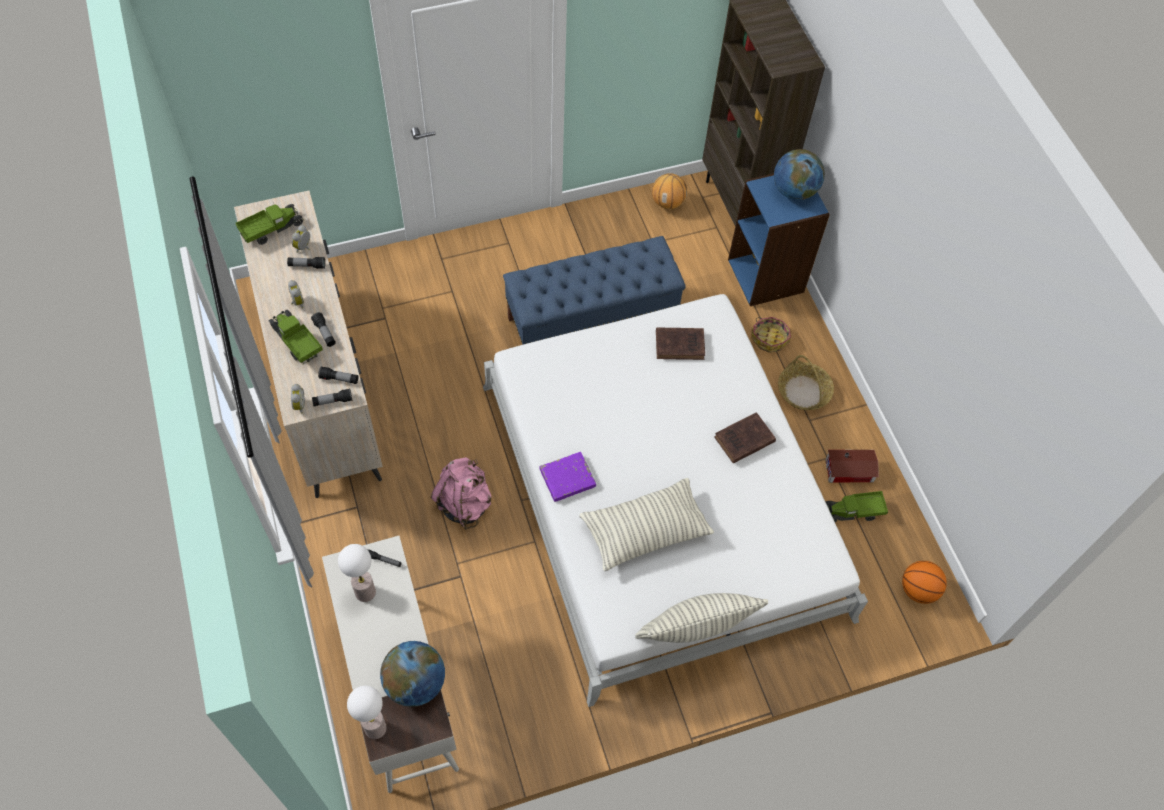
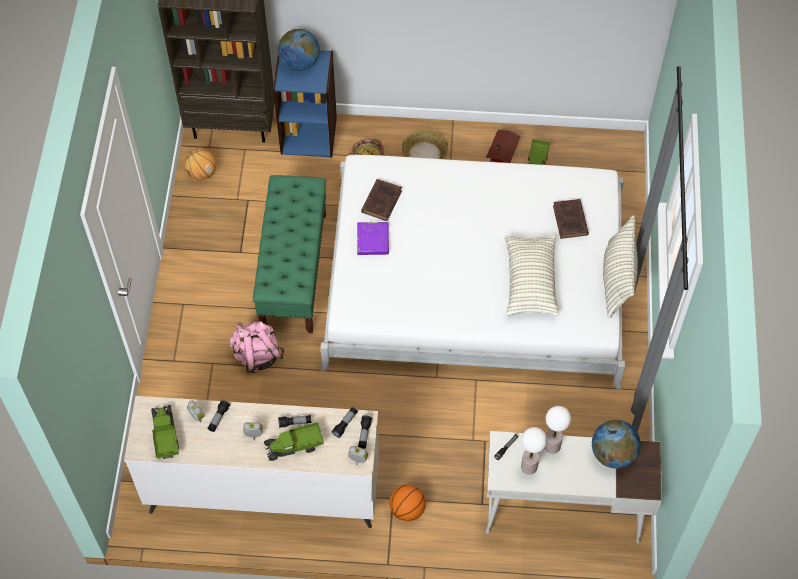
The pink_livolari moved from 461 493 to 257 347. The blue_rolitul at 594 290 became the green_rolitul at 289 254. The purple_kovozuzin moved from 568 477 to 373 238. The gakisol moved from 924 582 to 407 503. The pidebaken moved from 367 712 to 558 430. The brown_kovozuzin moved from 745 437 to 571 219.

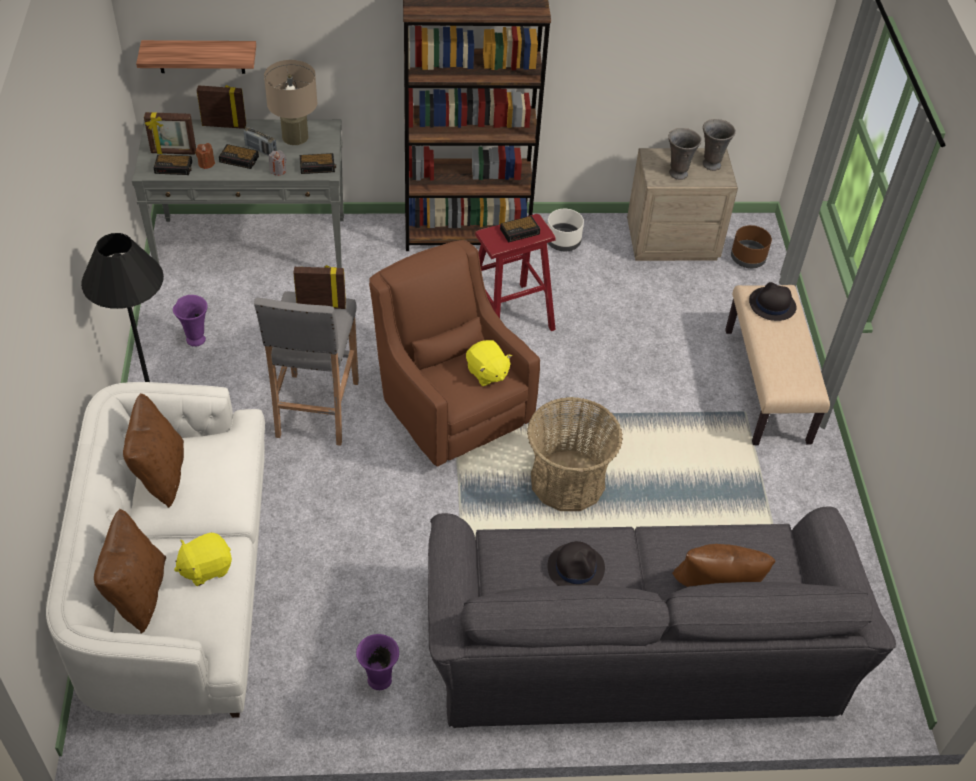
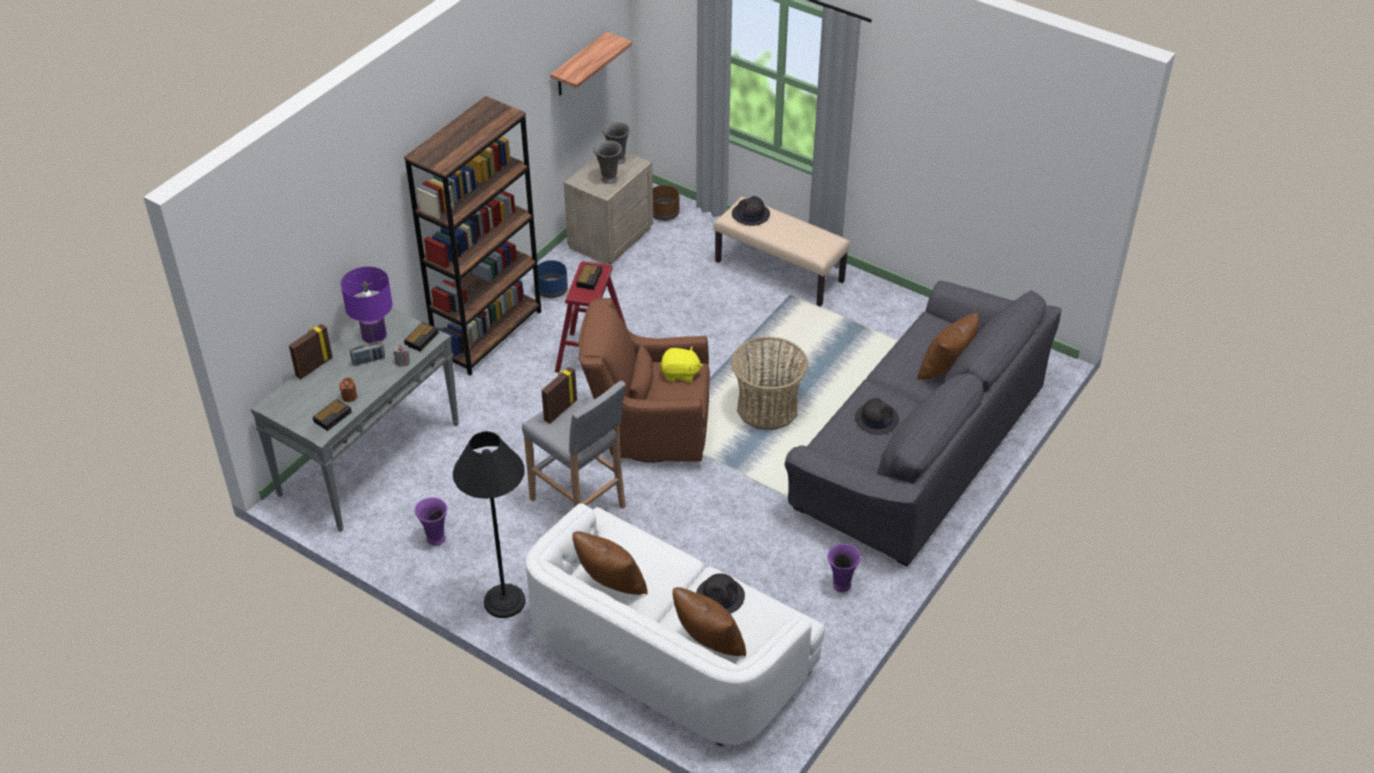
The beige_pidebaken at 290 102 became the purple_pidebaken at 367 305. The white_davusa at 565 230 became the blue_davusa at 553 279. The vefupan moved from 196 57 to 591 64. The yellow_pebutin at 203 559 was replaced by the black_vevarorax at 720 593. The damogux at 170 133 disappeared. The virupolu at 239 156 disappeared.

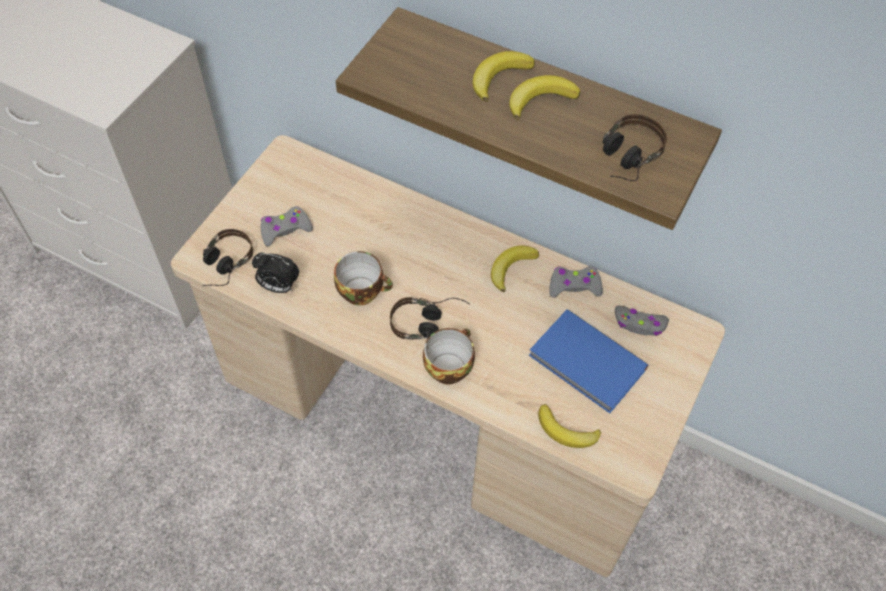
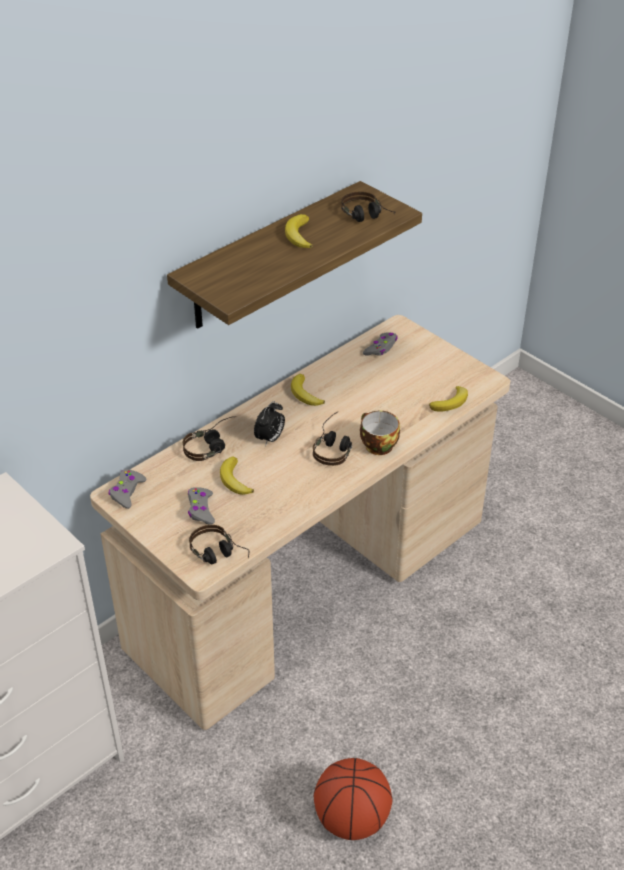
The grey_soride moved from 576 282 to 127 489. The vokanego at 210 438 appeared. The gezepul moved from 503 76 to 237 476. The virupolu moved from 275 273 to 269 423. The gakisol at 353 799 appeared. The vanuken at 363 278 disappeared. The blue_kovozuzin at 589 361 disappeared.

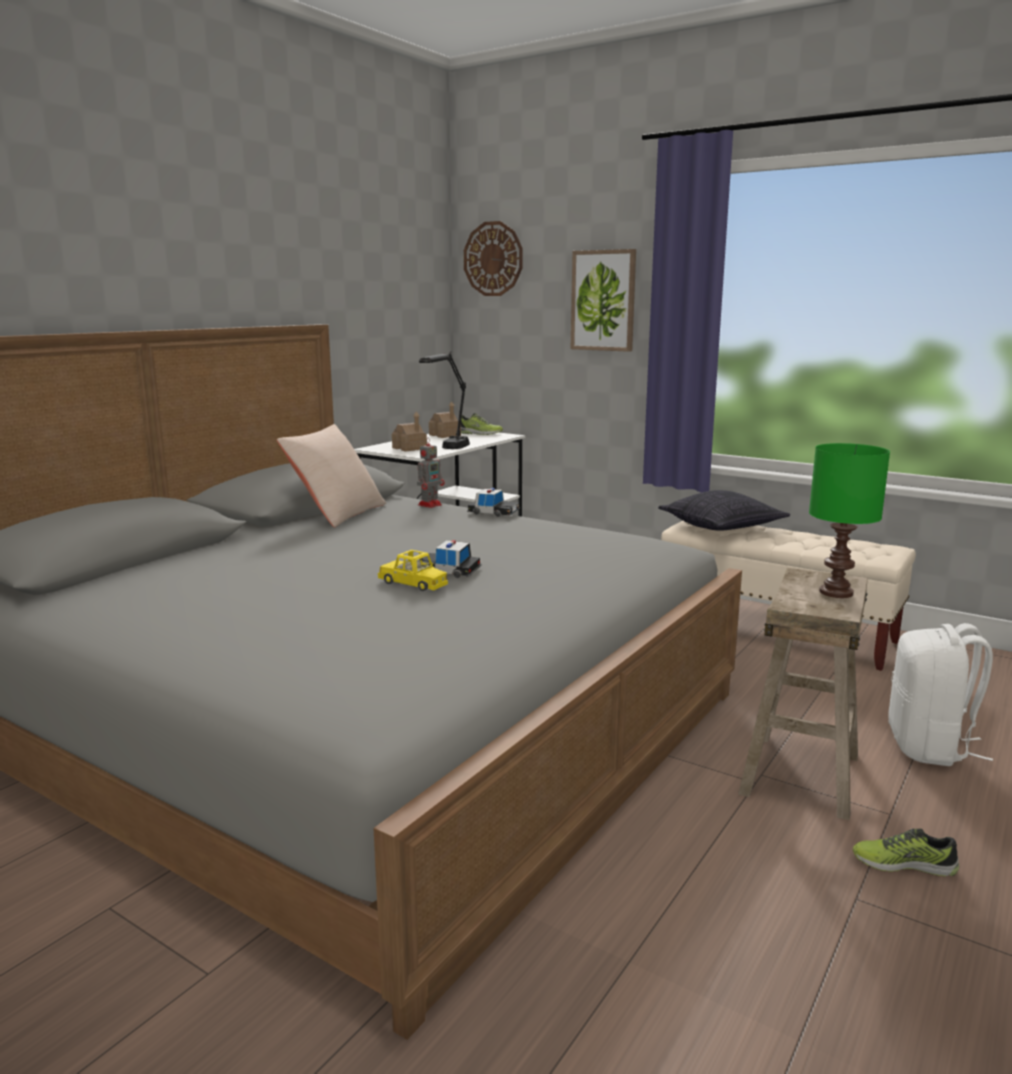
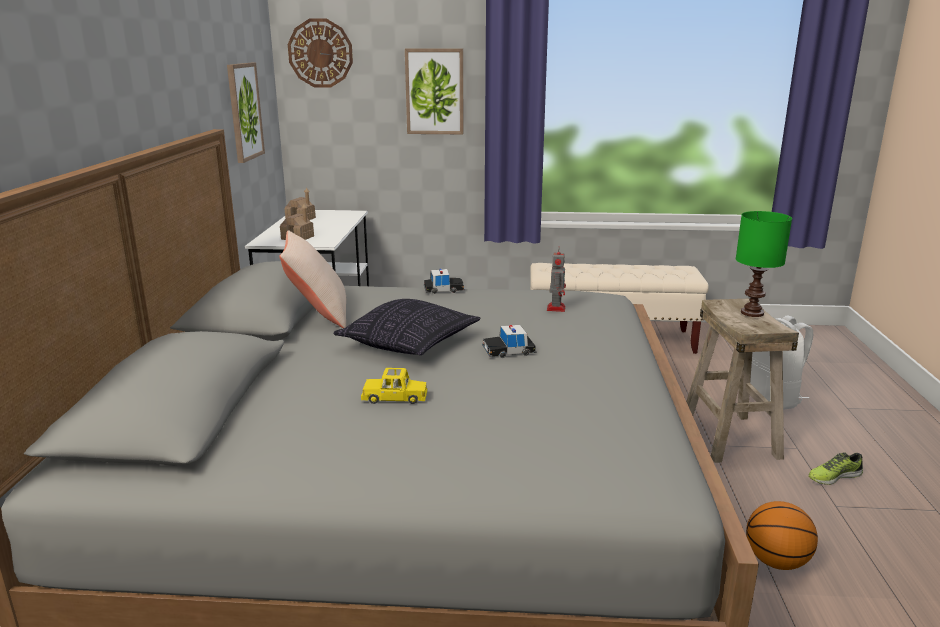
The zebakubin at 246 113 appeared. The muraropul moved from 724 510 to 407 327. The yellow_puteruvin moved from 413 570 to 394 386. The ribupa moved from 431 472 to 556 282. The gakisol at 782 535 appeared. The black_pidebaken at 444 400 disappeared. The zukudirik at 482 424 disappeared.

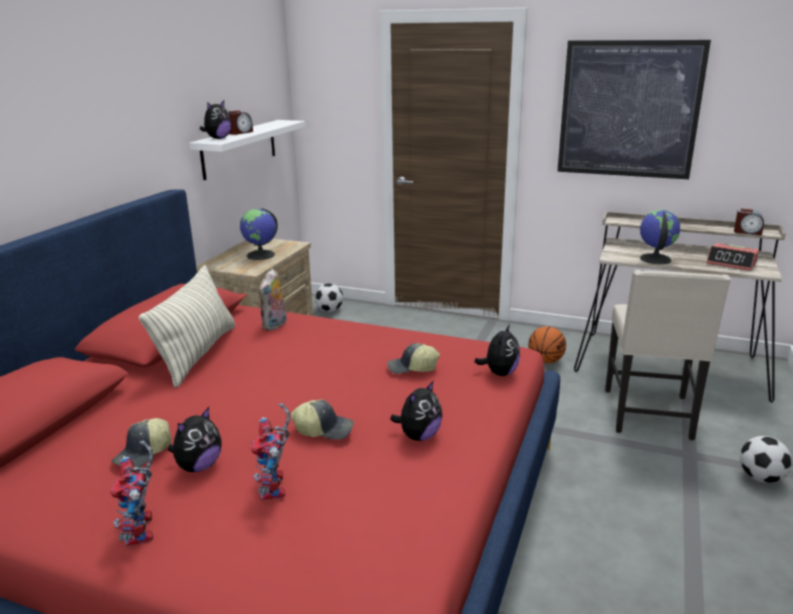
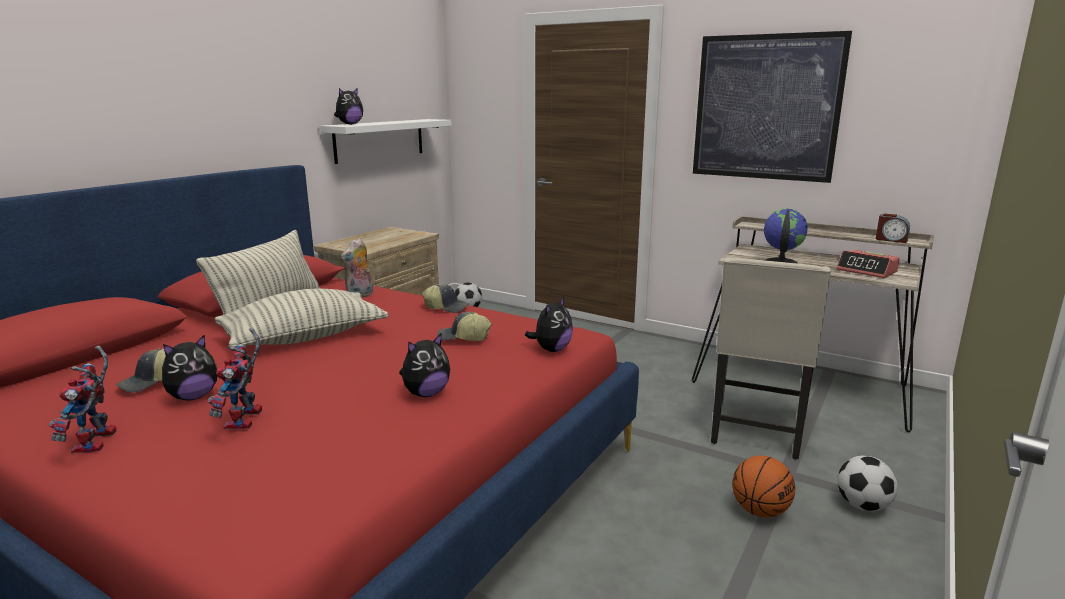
The muraropul at 302 318 appeared. The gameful moved from 322 420 to 445 298. The gakisol moved from 547 344 to 763 487. The virupolu at 240 123 disappeared. The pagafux at 259 234 disappeared.

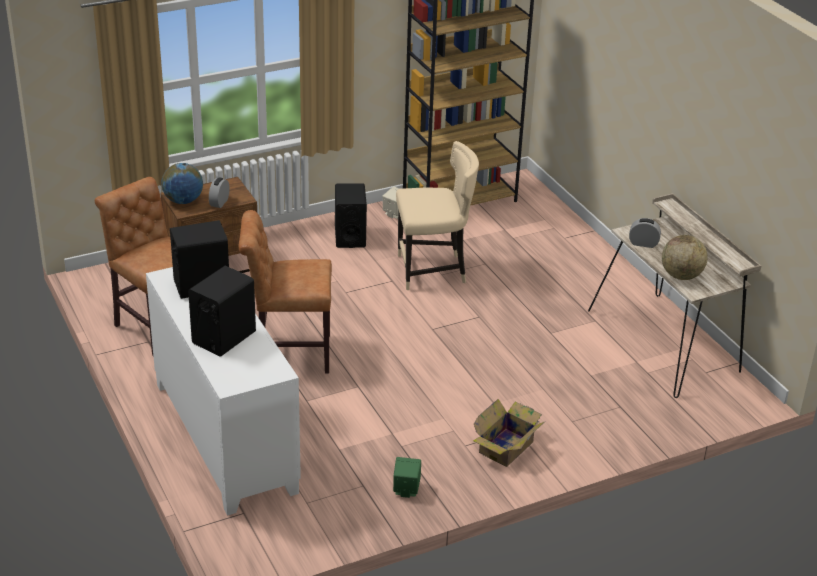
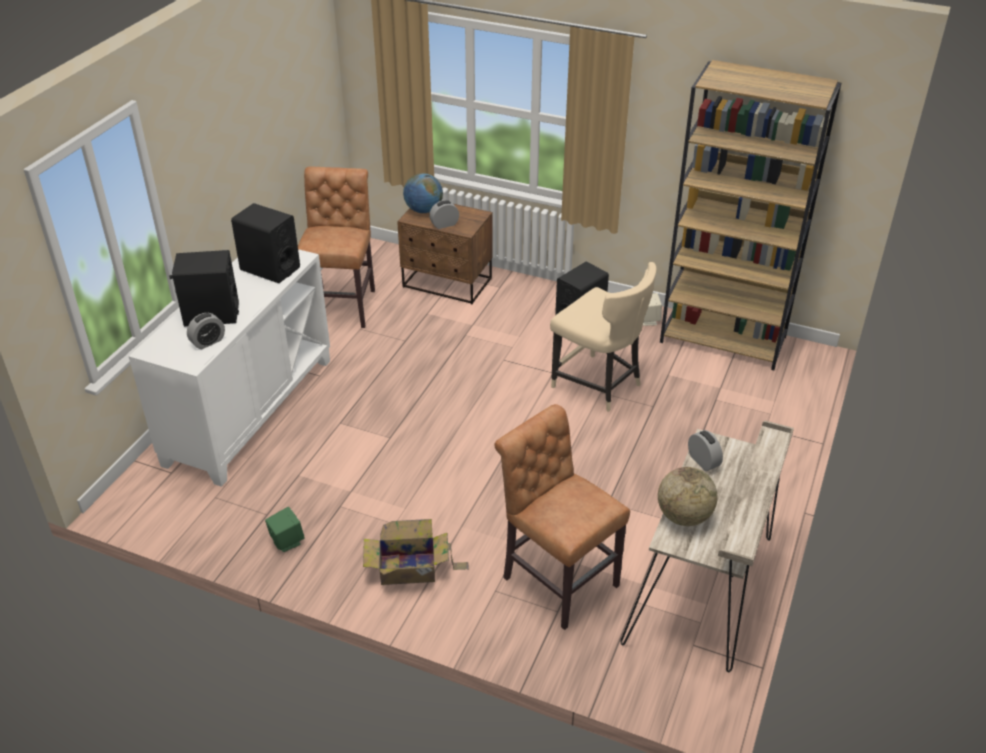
The virupolu at 206 331 appeared. The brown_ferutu moved from 285 292 to 562 517.

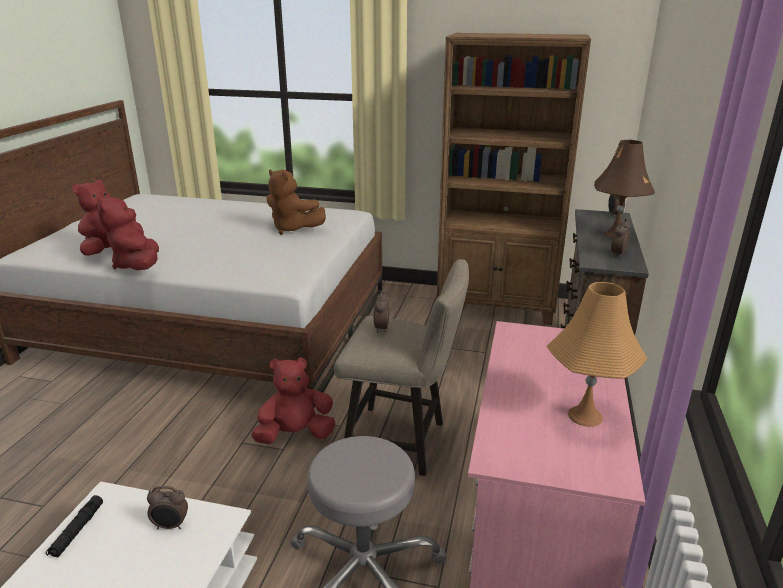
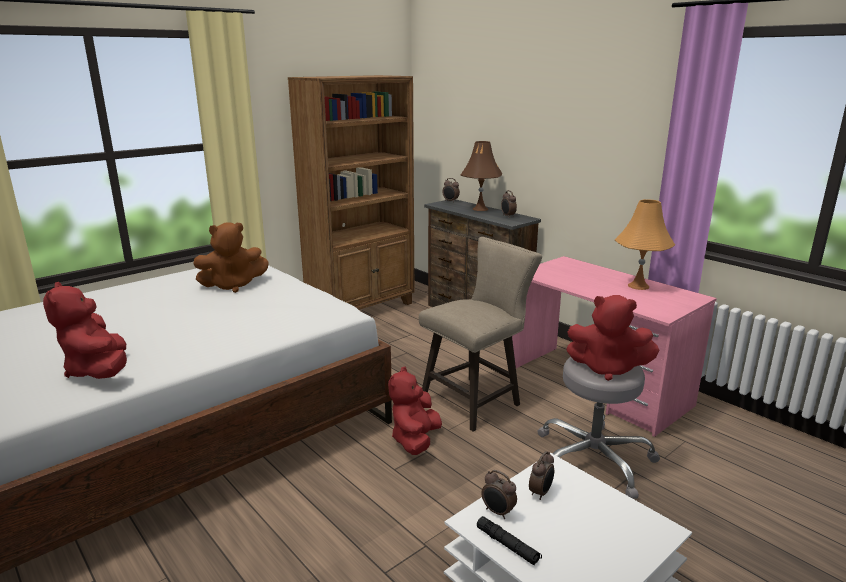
The virupolu moved from 381 312 to 499 494. The red_pebutin moved from 128 232 to 612 338.

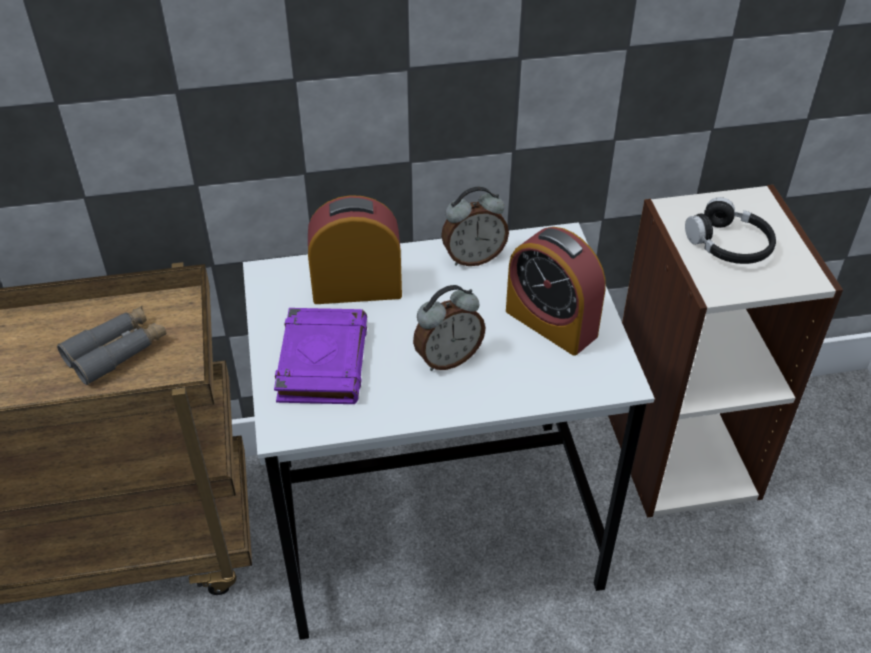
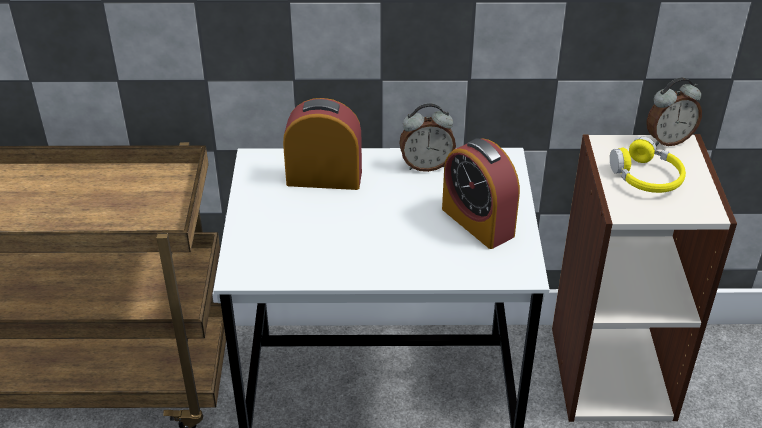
The black_vokanego at 730 230 became the yellow_vokanego at 648 164. The virupolu moved from 449 328 to 674 112. The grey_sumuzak at 111 345 disappeared. The purple_kovozuzin at 320 356 disappeared.

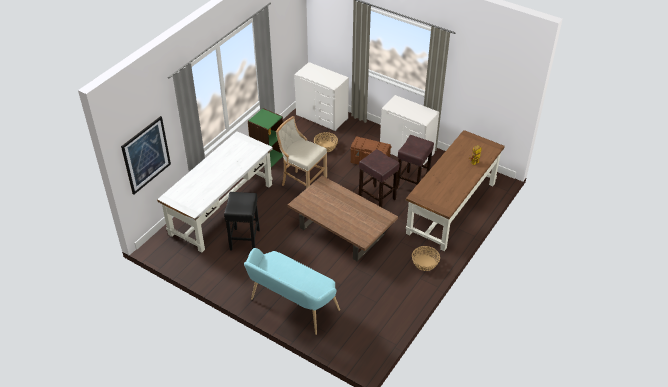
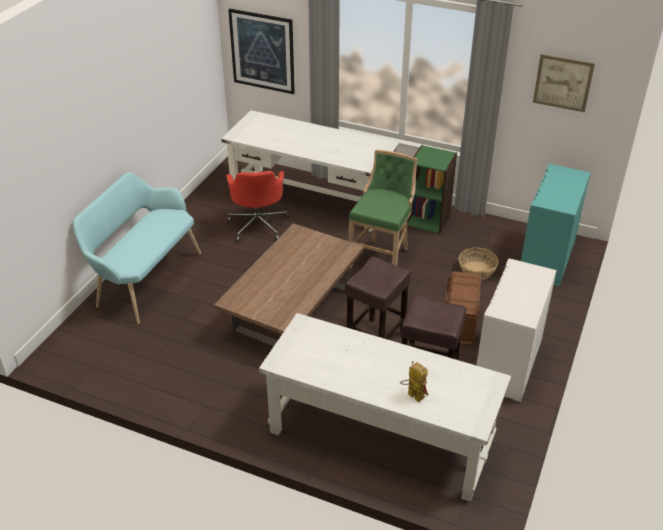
The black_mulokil at 242 221 was replaced by the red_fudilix at 258 206. The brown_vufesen at 455 190 became the white_vufesen at 385 407. The beige_mulokil at 301 152 became the green_mulokil at 383 209. The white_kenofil at 321 96 became the turquoise_kenofil at 556 225. The zebakubin at 564 83 appeared. The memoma at 426 258 disappeared.

